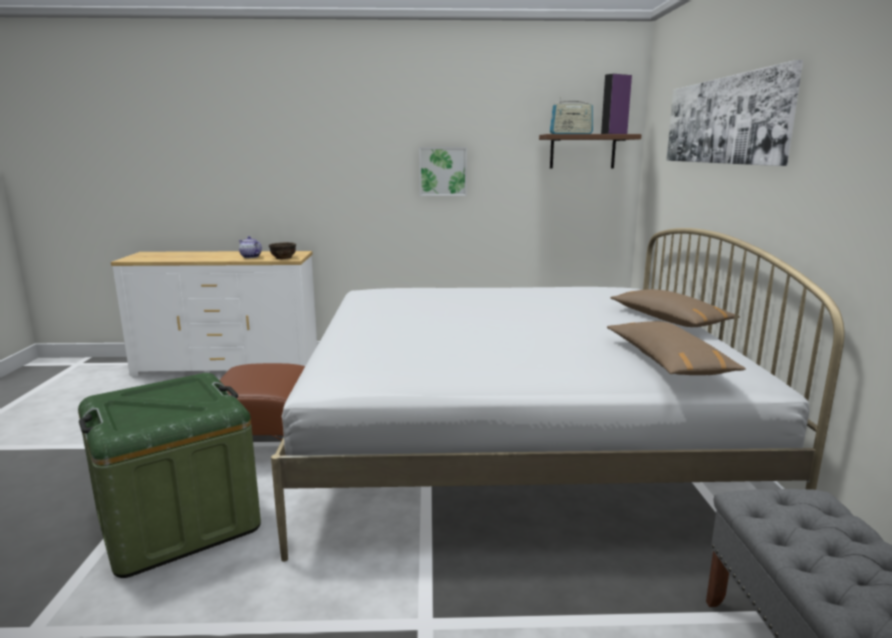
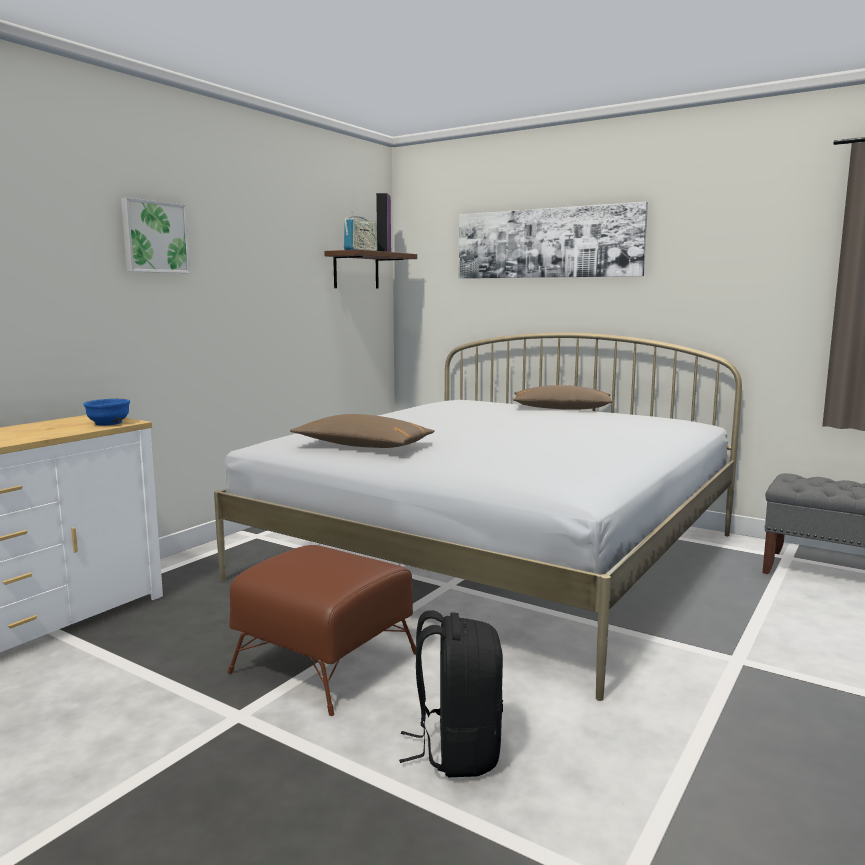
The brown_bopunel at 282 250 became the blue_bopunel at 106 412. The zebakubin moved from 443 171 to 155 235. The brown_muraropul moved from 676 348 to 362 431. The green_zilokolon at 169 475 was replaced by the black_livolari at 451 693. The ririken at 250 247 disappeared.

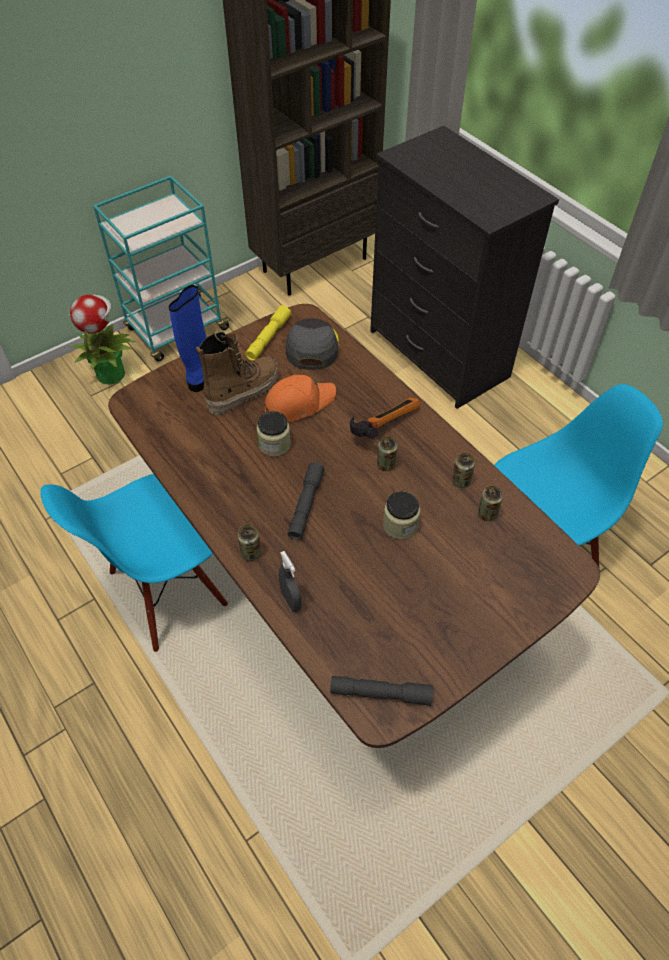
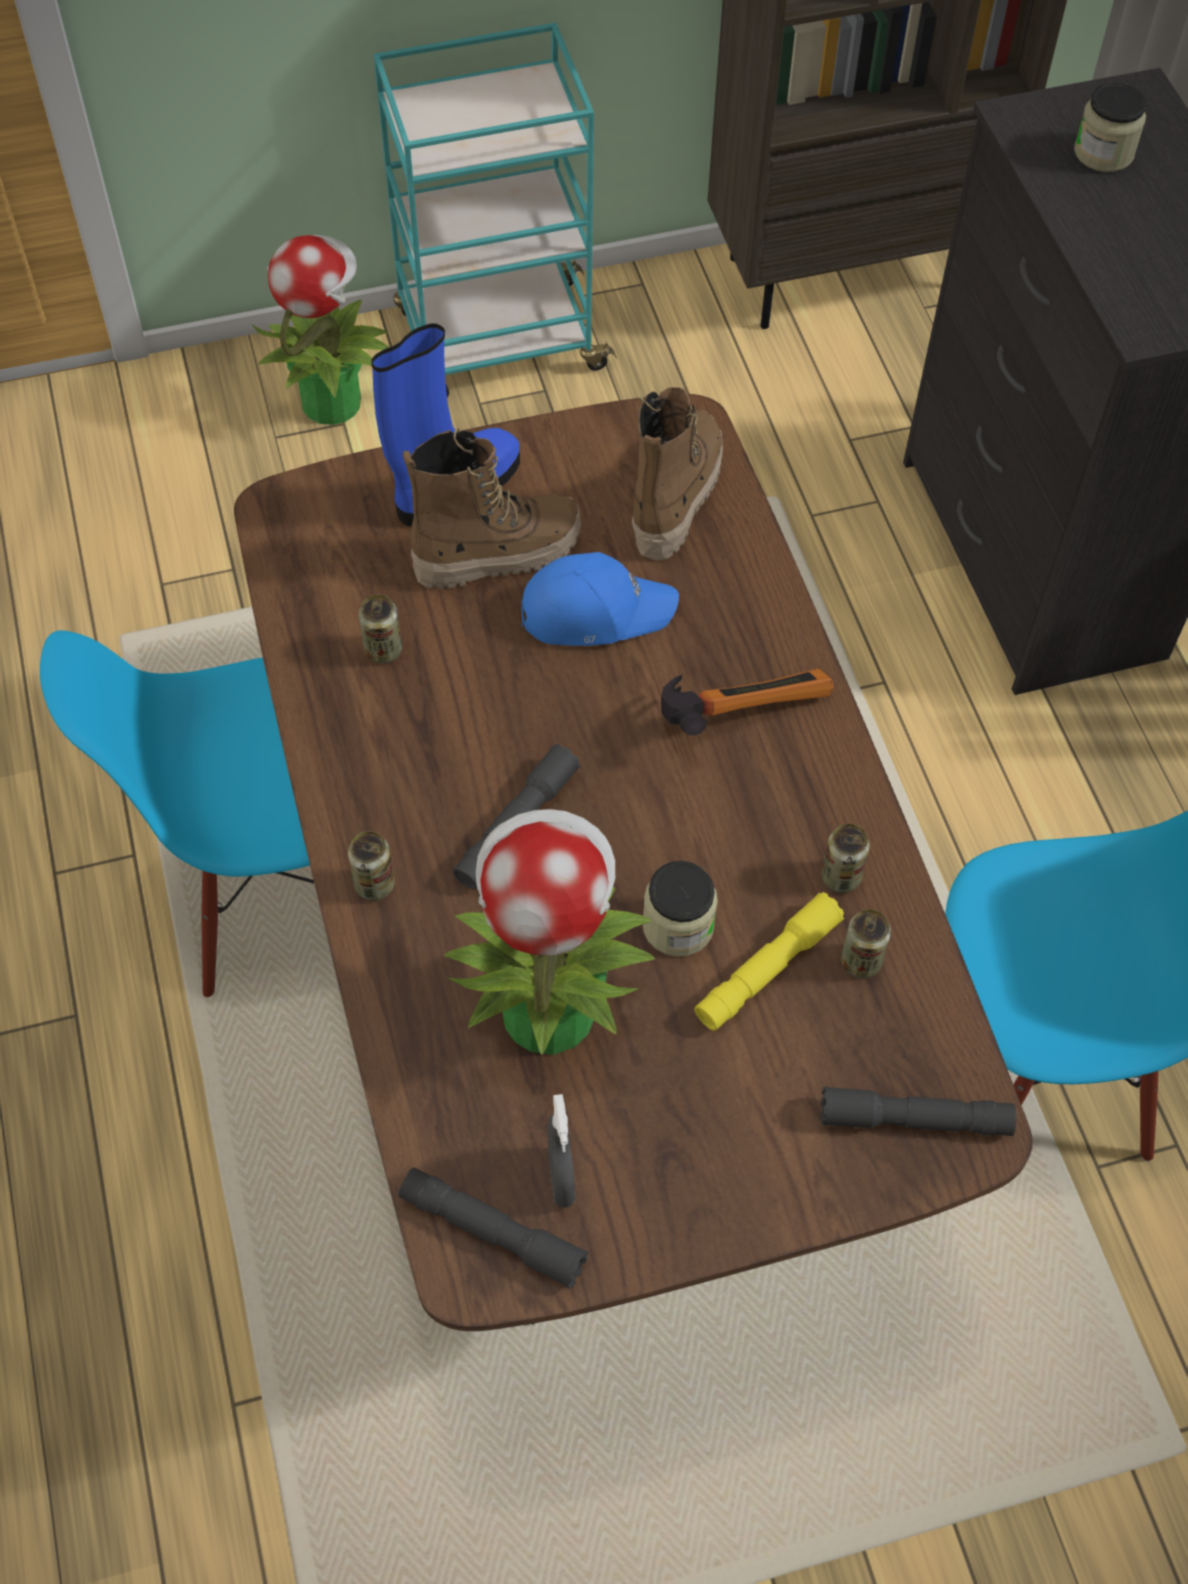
The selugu moved from 387 453 to 380 629. The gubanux at 550 932 appeared. The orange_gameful at 300 398 became the blue_gameful at 600 599. The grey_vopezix moved from 290 581 to 561 1151. The grey_gameful at 312 344 was replaced by the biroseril at 677 474. The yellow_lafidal moved from 268 333 to 769 961. The grey_lafidal at 918 1111 appeared. The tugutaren moved from 274 434 to 1110 127.

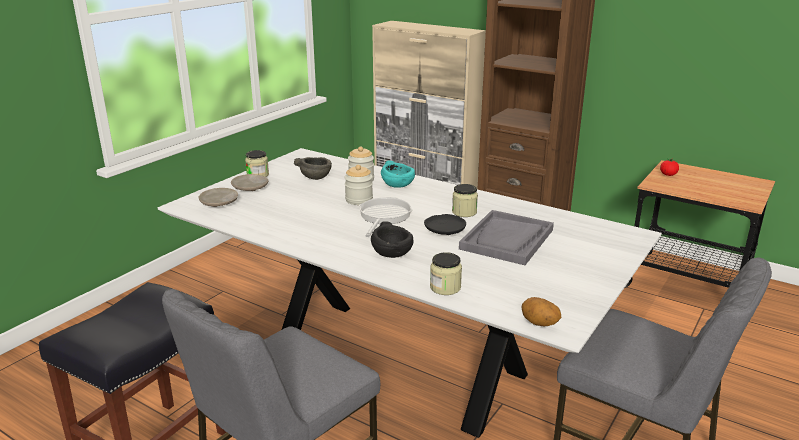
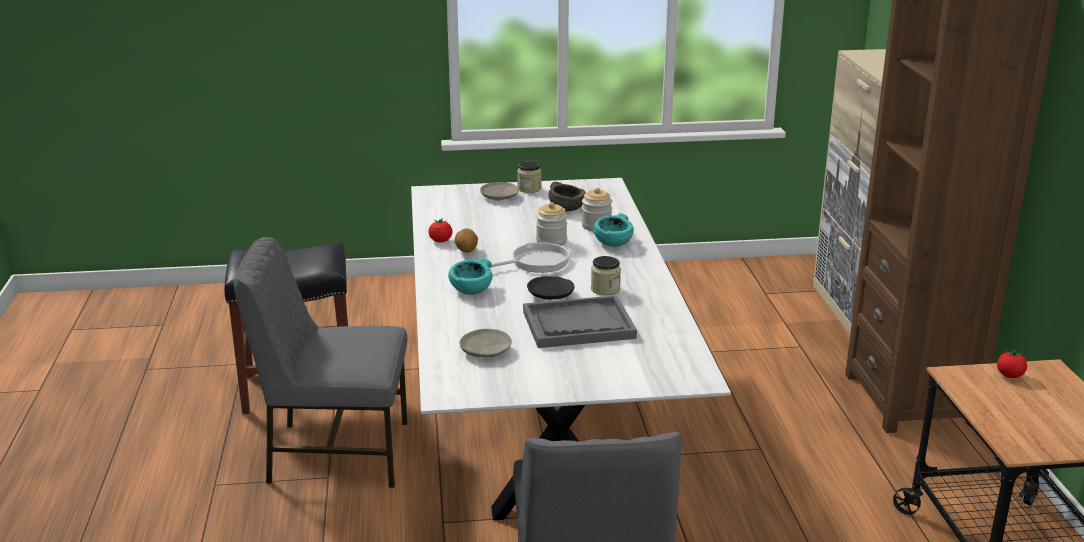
The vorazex at 440 231 appeared. The black_bopunel at 392 239 became the turquoise_bopunel at 470 276. The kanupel moved from 541 311 to 466 240. The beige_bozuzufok moved from 218 197 to 485 343. The tugutaren at 446 273 disappeared.

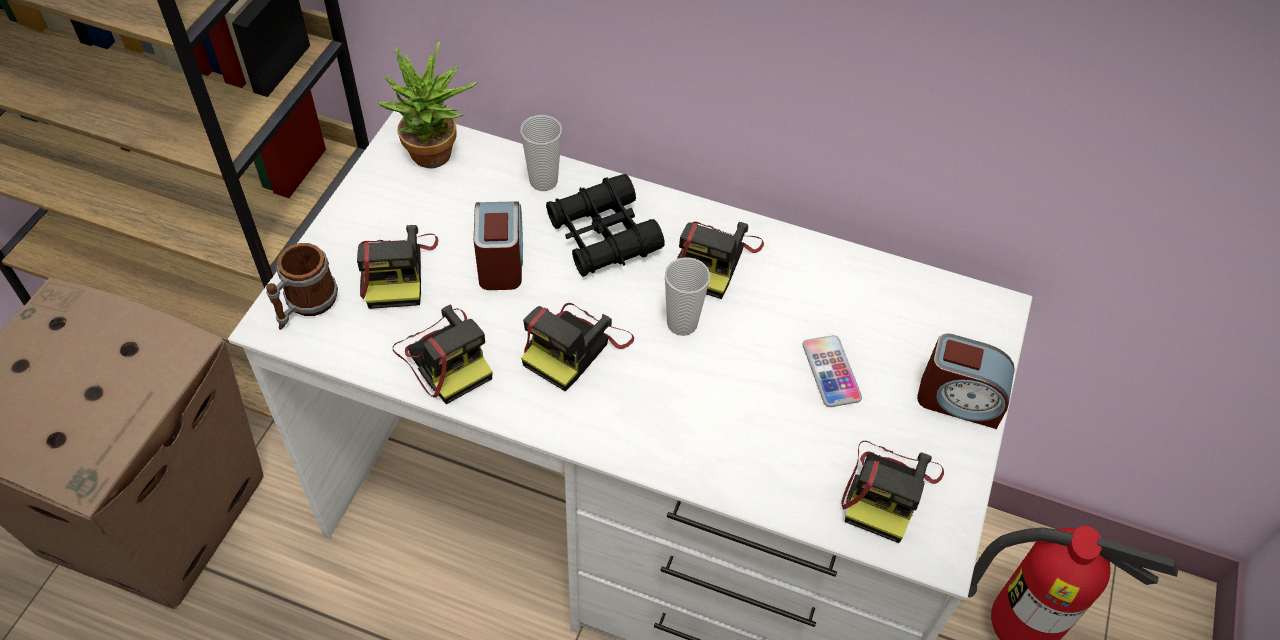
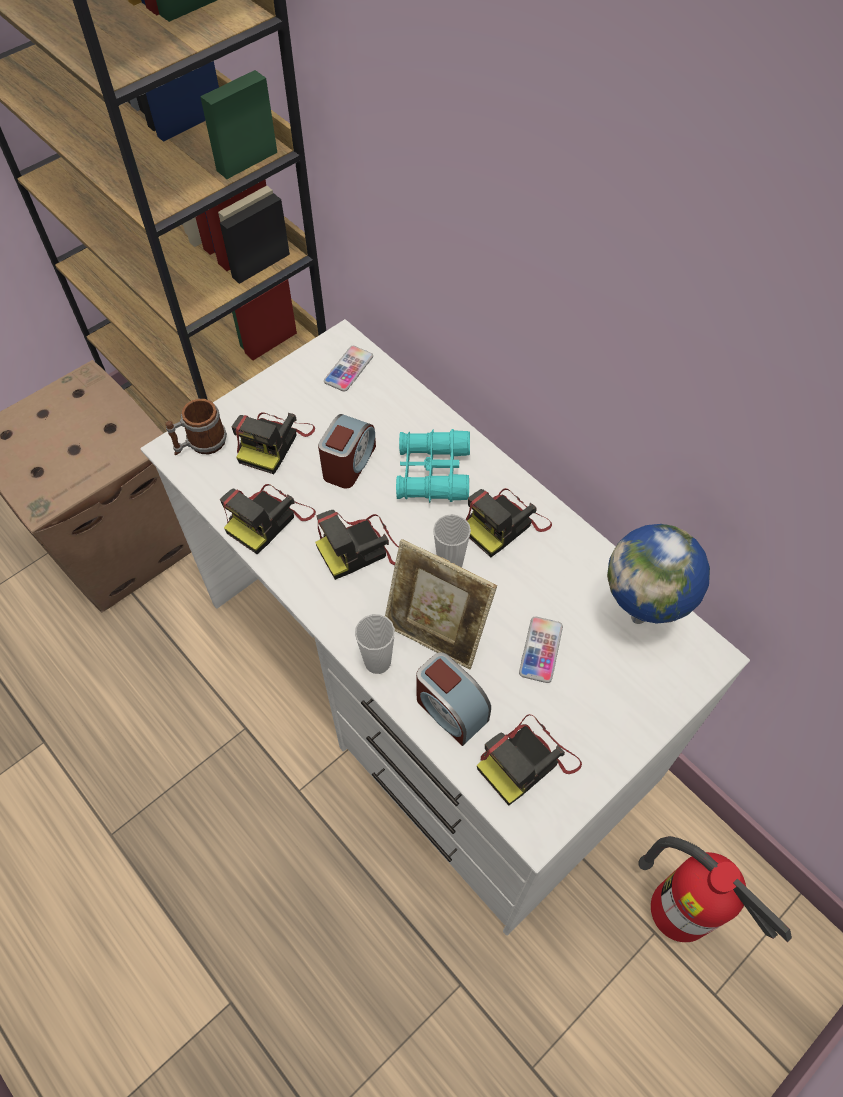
The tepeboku at 443 354 turned 45 degrees clockwise. The gubanux at 428 104 was replaced by the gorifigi at 348 369. The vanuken moved from 541 153 to 375 644. The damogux at 441 604 appeared. The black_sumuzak at 605 225 became the turquoise_sumuzak at 433 466. The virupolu moved from 966 381 to 453 699. The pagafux at 658 574 appeared.

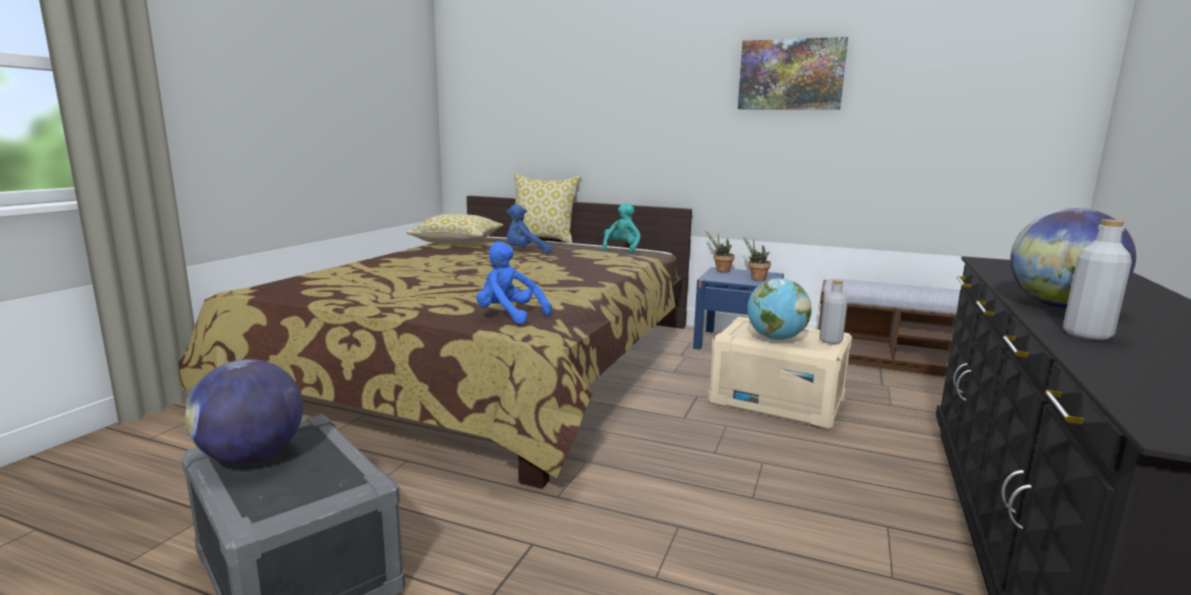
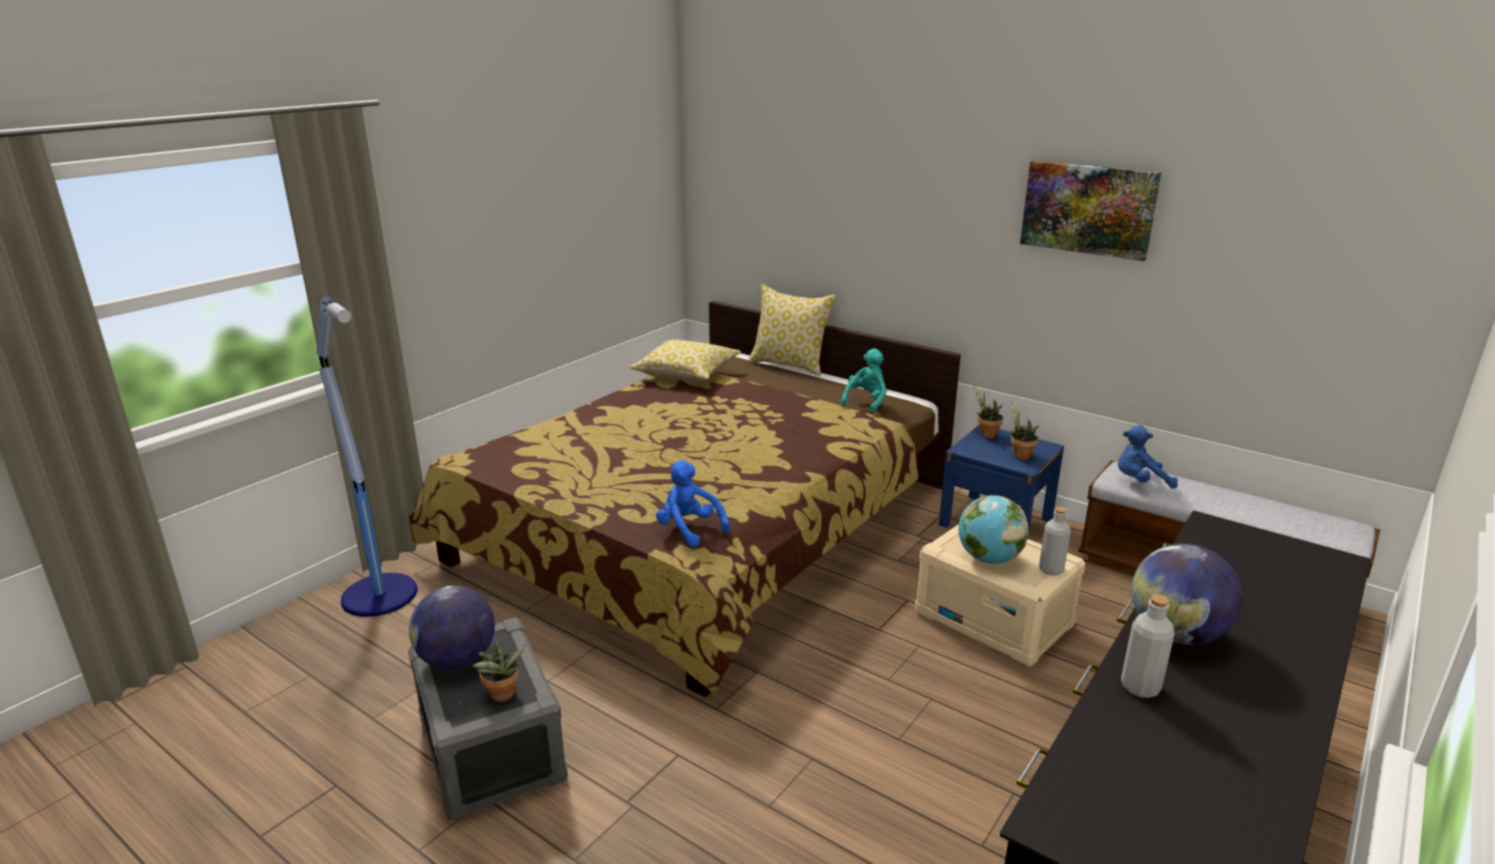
The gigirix at 366 456 appeared. The gubanux at 499 671 appeared. The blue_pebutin moved from 529 228 to 1148 457.

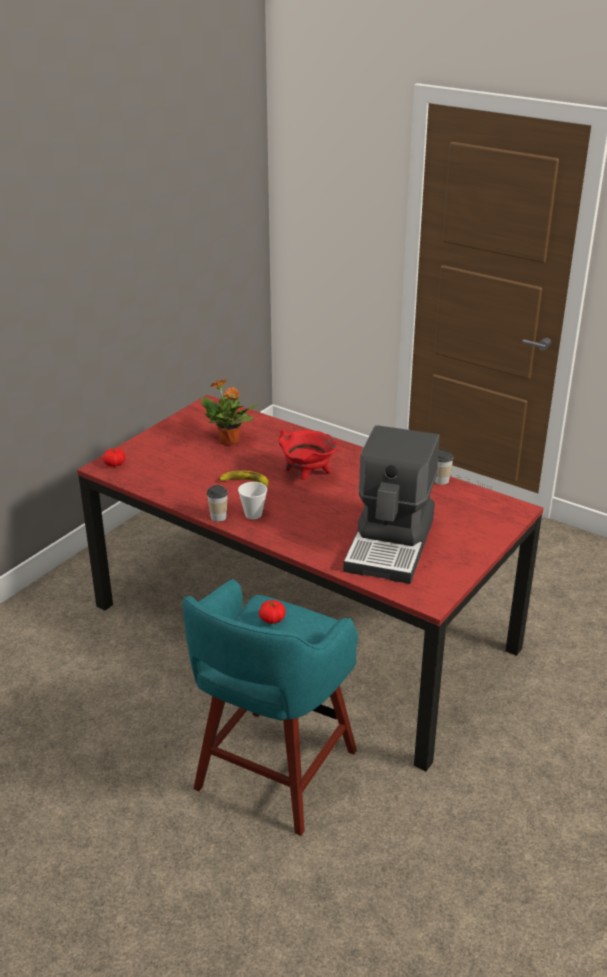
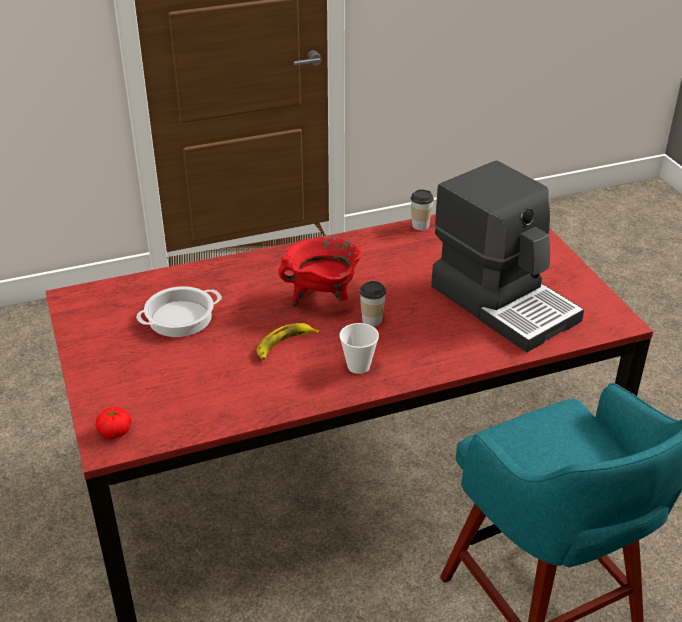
The gubanux at 229 412 was replaced by the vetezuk at 179 311. The vanuken moved from 217 503 to 373 304. The vorazex at 272 612 disappeared.

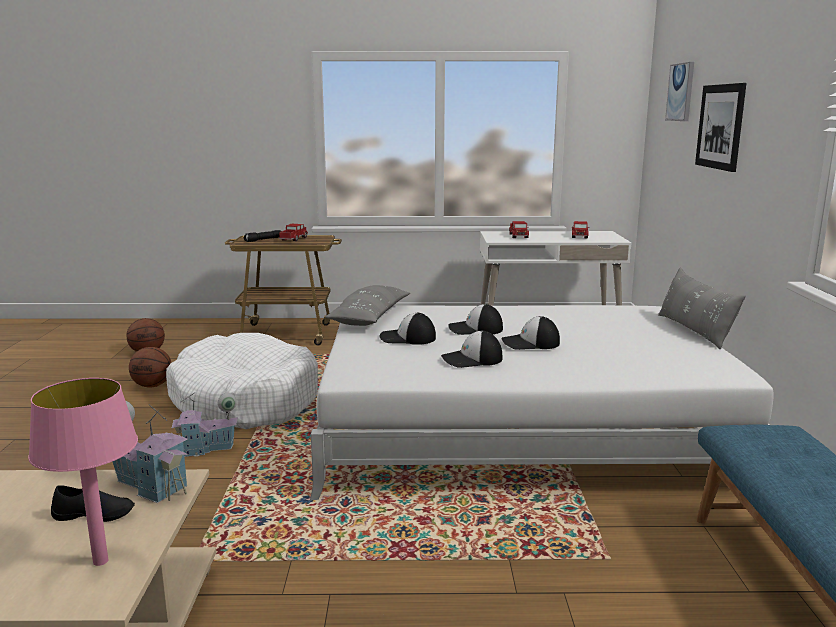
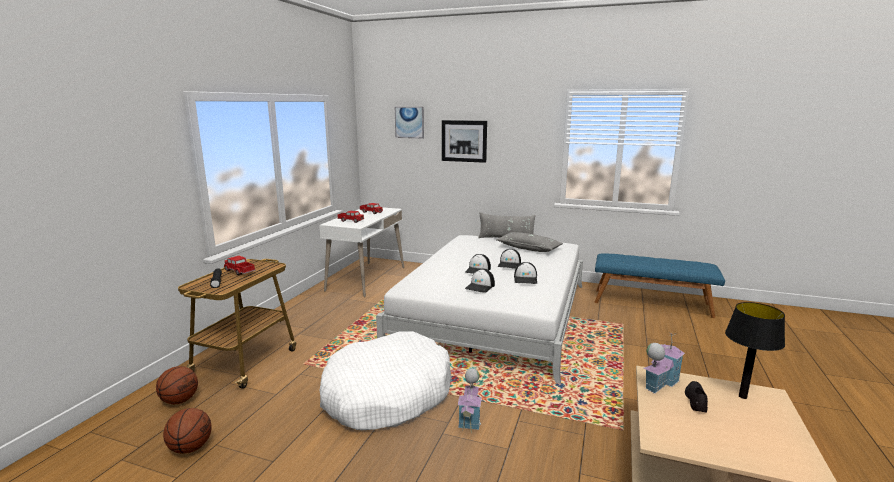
The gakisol moved from 150 367 to 177 385. The grey_muraropul moved from 367 305 to 529 242. The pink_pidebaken at 83 472 became the black_pidebaken at 755 350.

